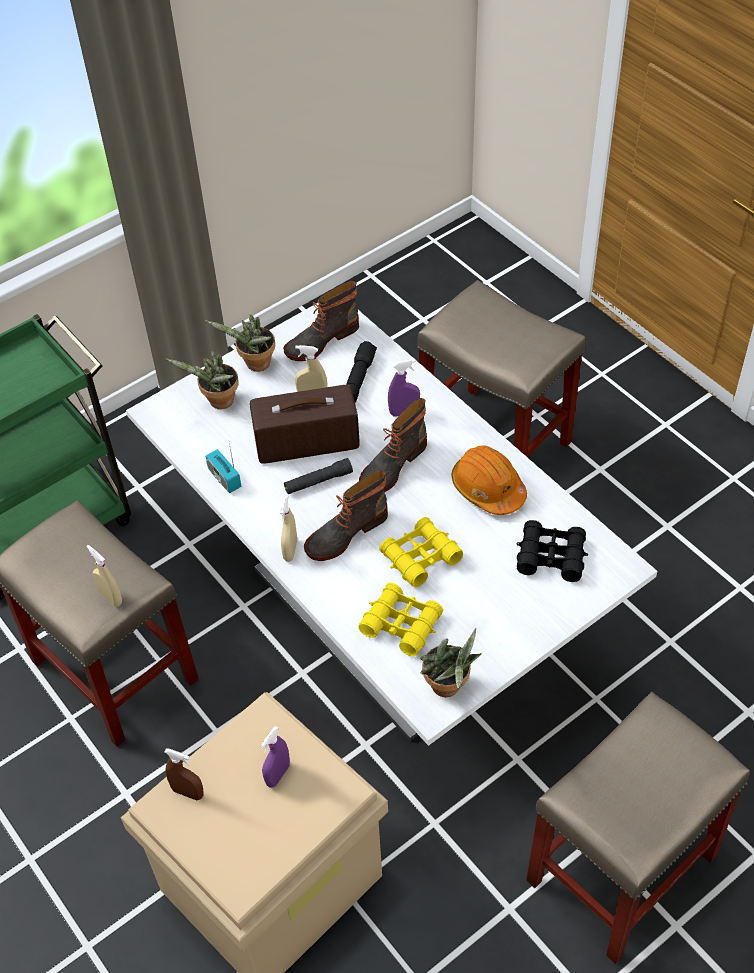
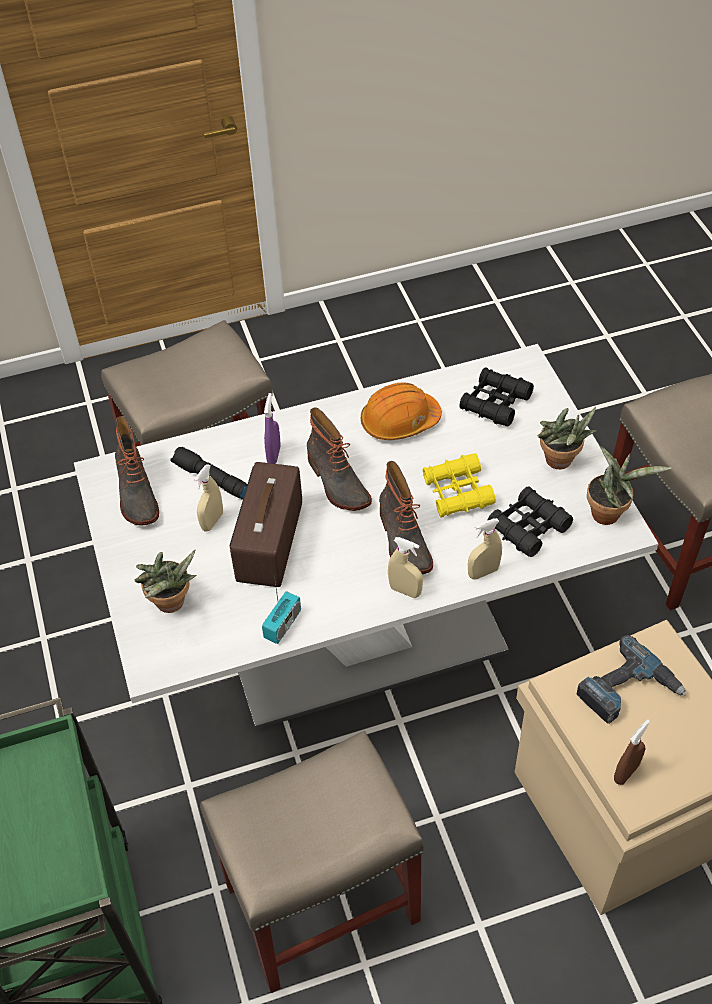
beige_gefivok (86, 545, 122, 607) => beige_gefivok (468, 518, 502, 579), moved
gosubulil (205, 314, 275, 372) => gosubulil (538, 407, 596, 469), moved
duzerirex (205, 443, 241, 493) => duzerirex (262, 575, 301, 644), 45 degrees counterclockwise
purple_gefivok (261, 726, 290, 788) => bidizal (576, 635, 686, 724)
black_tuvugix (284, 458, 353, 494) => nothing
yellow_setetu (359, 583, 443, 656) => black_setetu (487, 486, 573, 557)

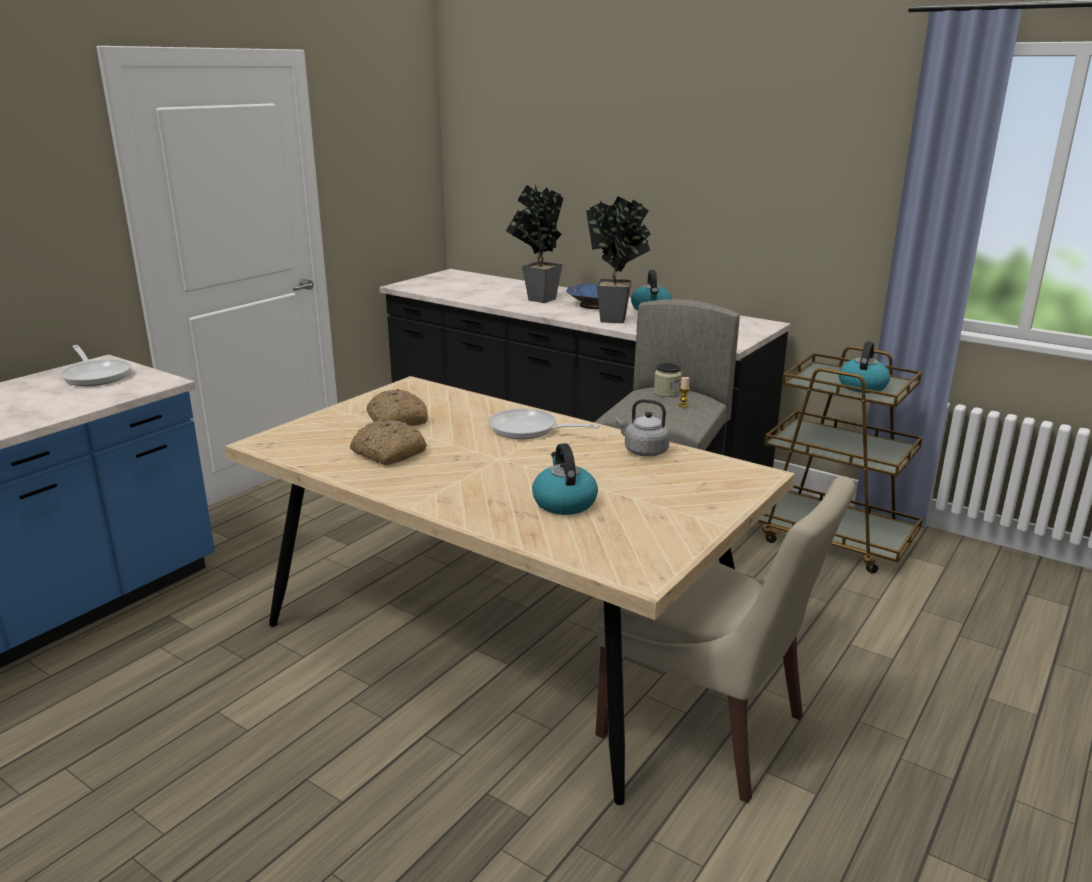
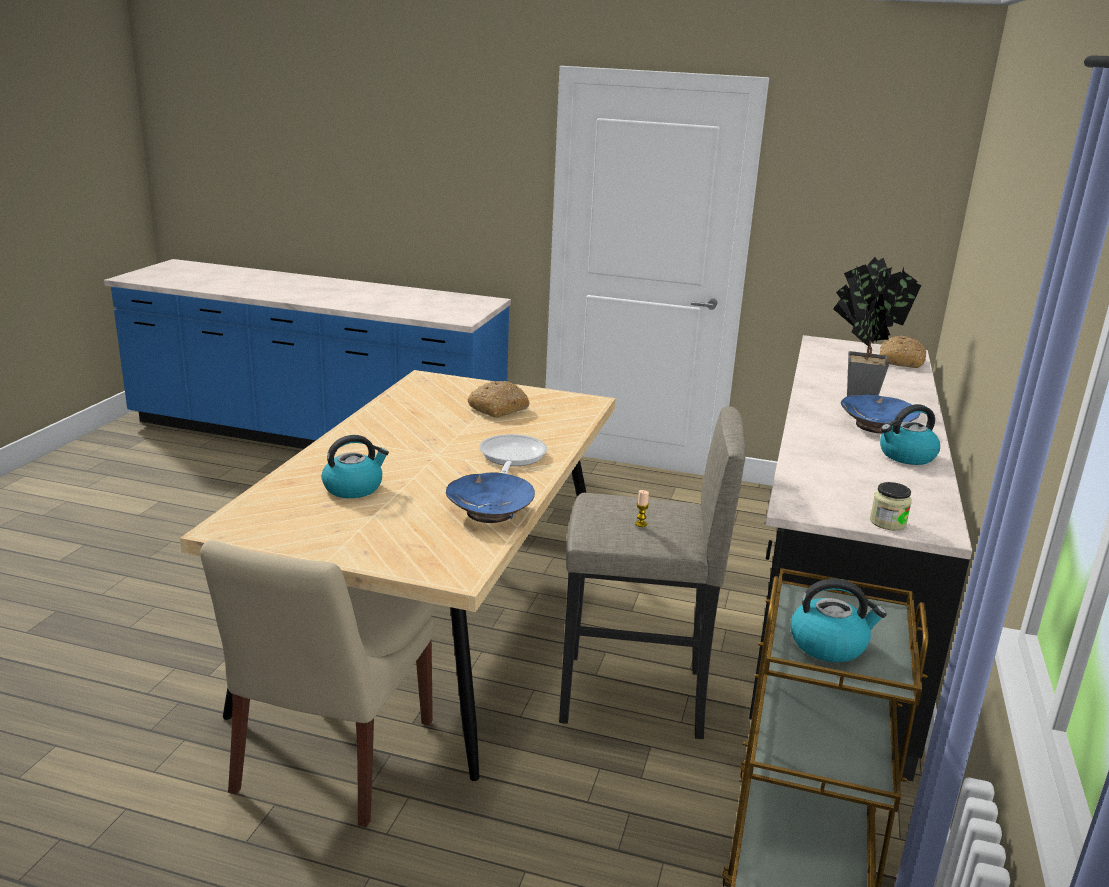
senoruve (59, 345, 131, 386) => nothing
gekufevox (350, 419, 427, 465) => gekufevox (880, 336, 926, 368), moved
gosubulil (586, 196, 651, 323) => nothing
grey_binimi (615, 399, 670, 457) => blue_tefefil (446, 473, 535, 523)
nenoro (654, 363, 681, 397) => nenoro (870, 482, 912, 530), moved

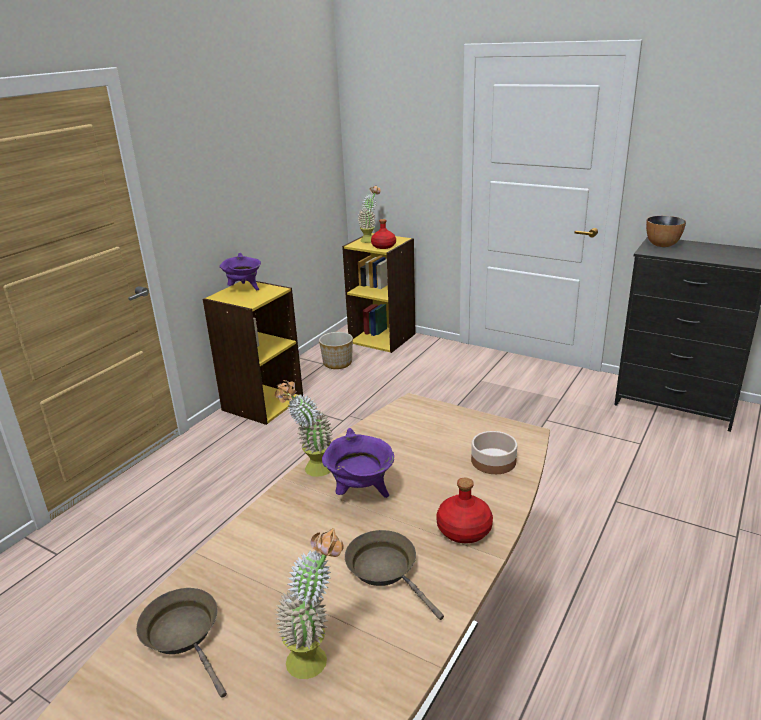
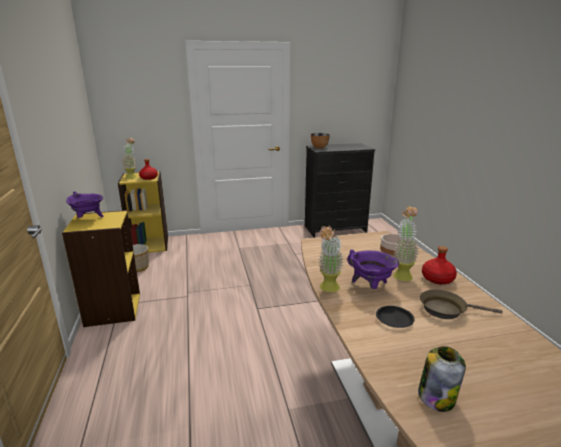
brown_senoruve (136, 588, 227, 697) => nenoro (418, 346, 466, 412)
gosubulil (275, 528, 344, 679) => gosubulil (393, 206, 419, 281), moved
nothing => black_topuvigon (376, 306, 415, 328)

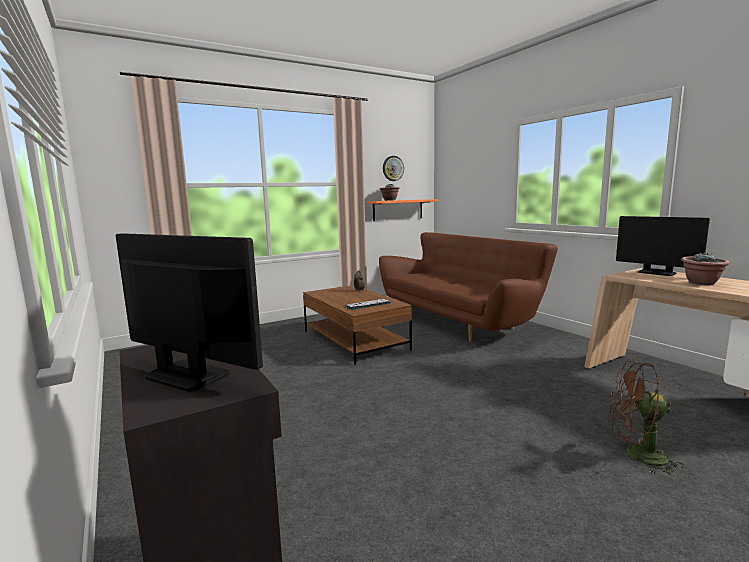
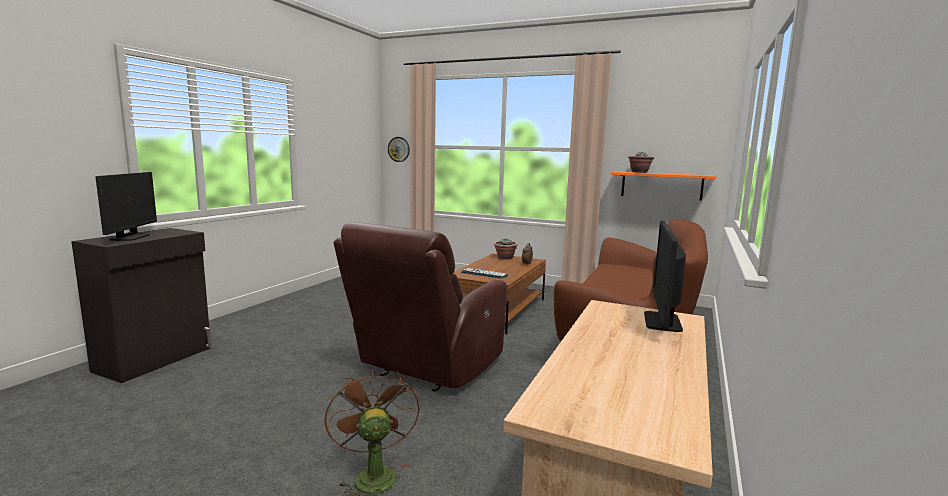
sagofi (383, 156, 404, 181) => sagofi (388, 137, 410, 162), moved
gosubulil (681, 253, 730, 285) => gosubulil (494, 238, 518, 259), moved
nothing => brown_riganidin (333, 222, 507, 391)

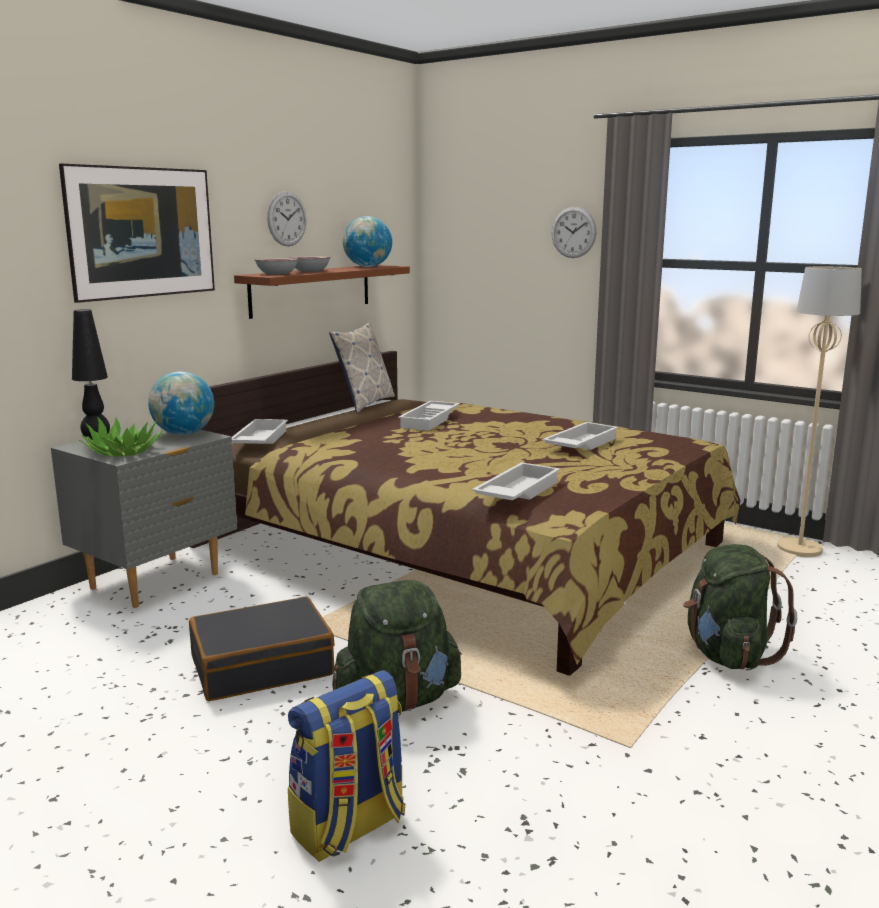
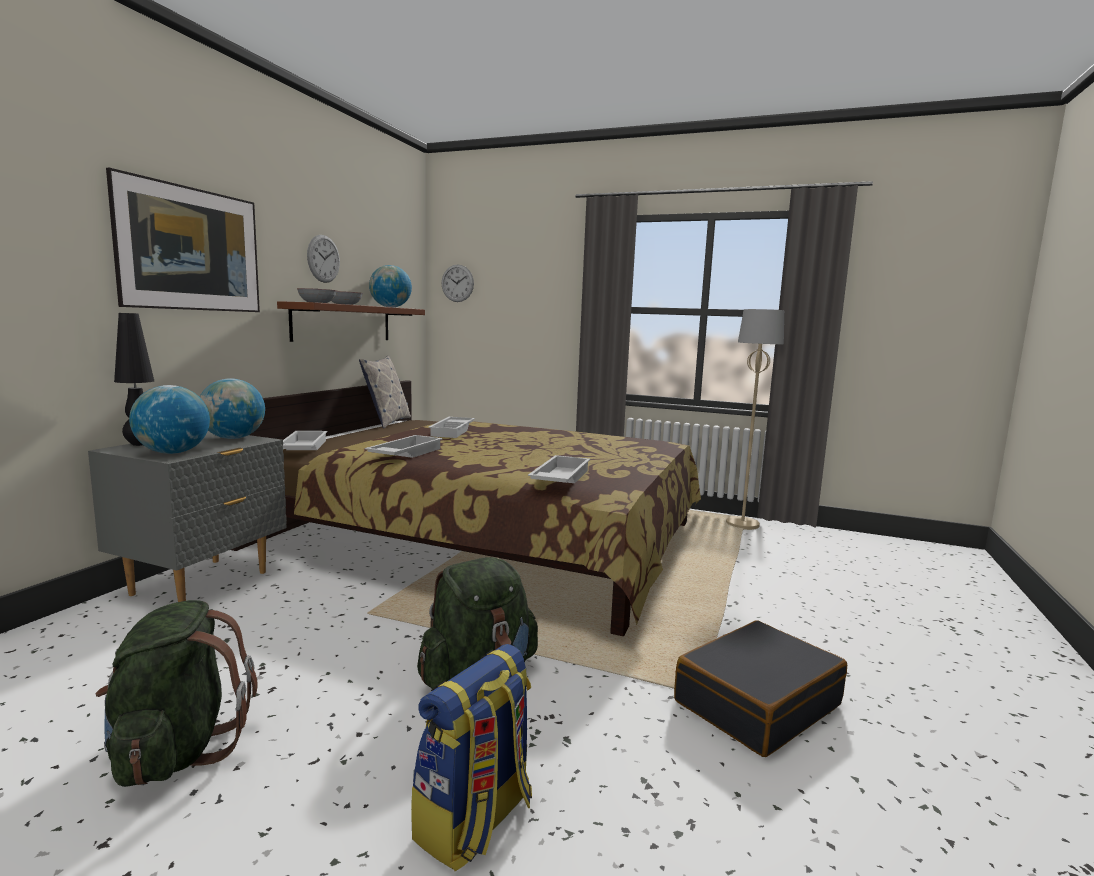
gosubulil (79, 417, 163, 457) => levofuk (129, 385, 210, 454)
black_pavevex (189, 596, 334, 701) => black_pavevex (674, 620, 847, 757), moved
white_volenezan (542, 422, 619, 450) => white_volenezan (365, 435, 443, 458), moved
sagofi (551, 206, 597, 258) => sagofi (442, 264, 474, 302), moved
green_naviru (683, 544, 797, 670) => green_naviru (96, 600, 257, 787), moved

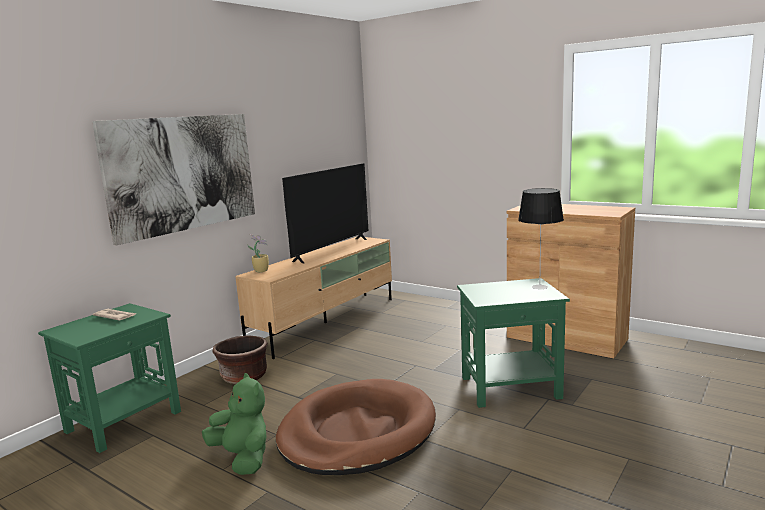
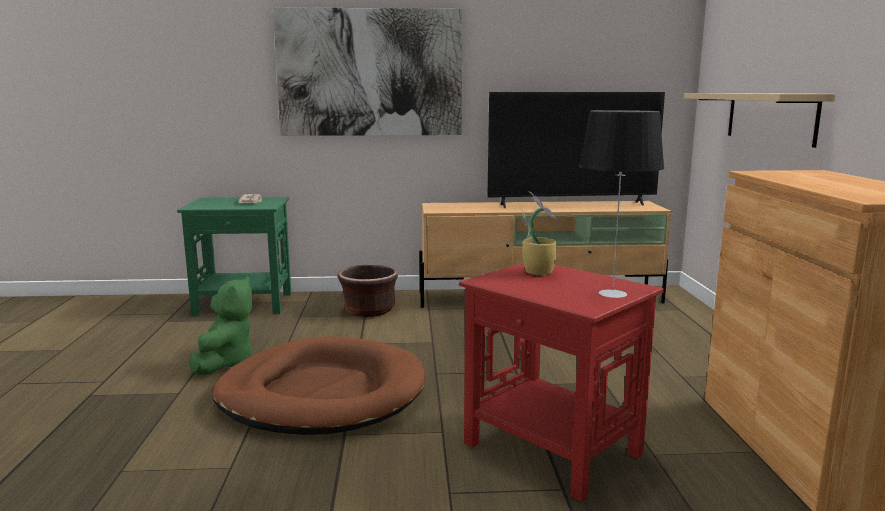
gosubulil (247, 234, 269, 272) => gosubulil (522, 192, 560, 275), moved
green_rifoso (457, 278, 570, 408) => red_rifoso (459, 263, 664, 502)
nothing => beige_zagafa (684, 93, 836, 148)

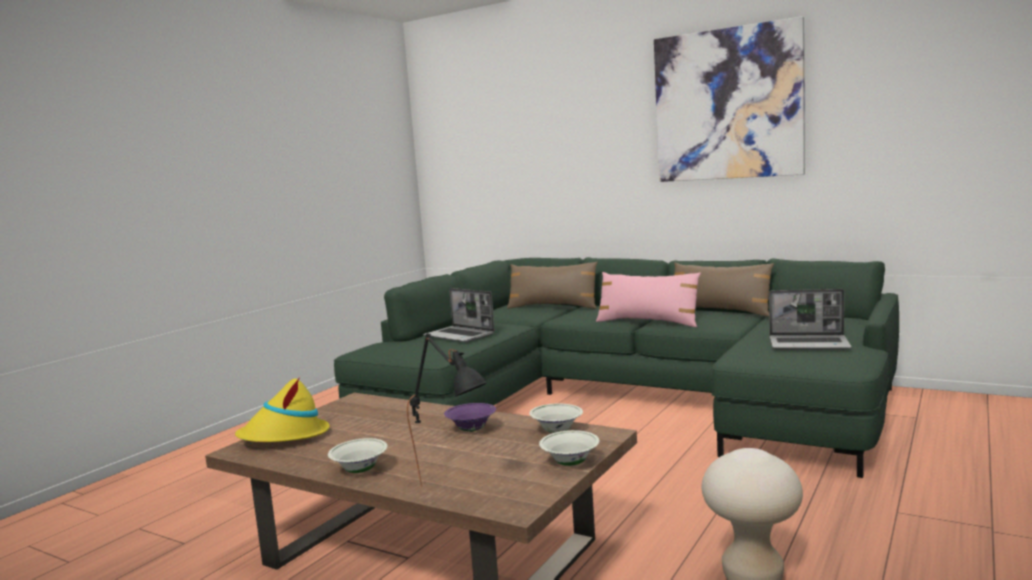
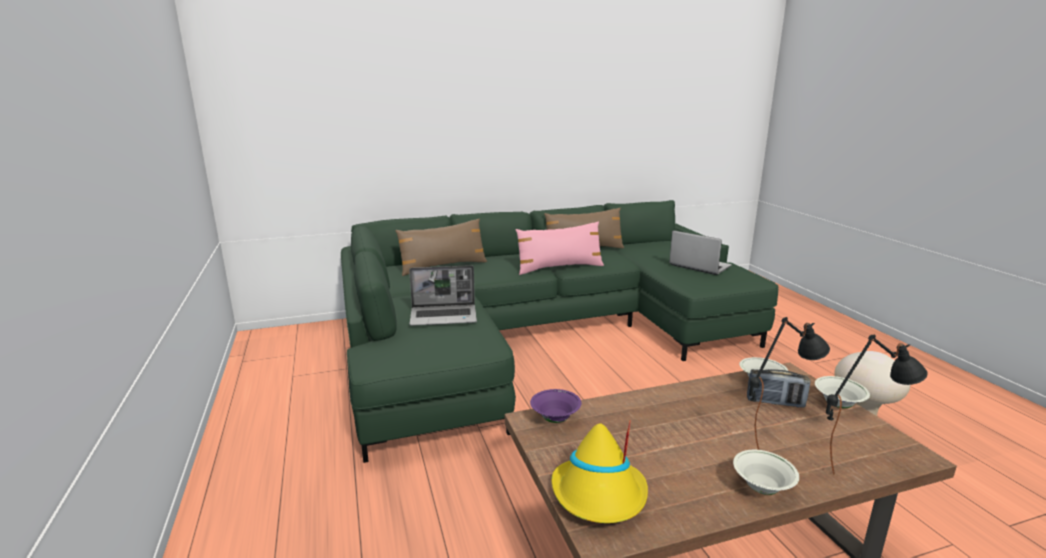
purple_tefefil (444, 403, 496, 432) => purple_tefefil (530, 389, 581, 423), moved
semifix (654, 16, 805, 182) => nothing
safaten (769, 289, 852, 349) => safaten (669, 230, 732, 275), 105 degrees counterclockwise
nothing => duzerirex (747, 369, 811, 408)
nothing => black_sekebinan (749, 317, 830, 449)

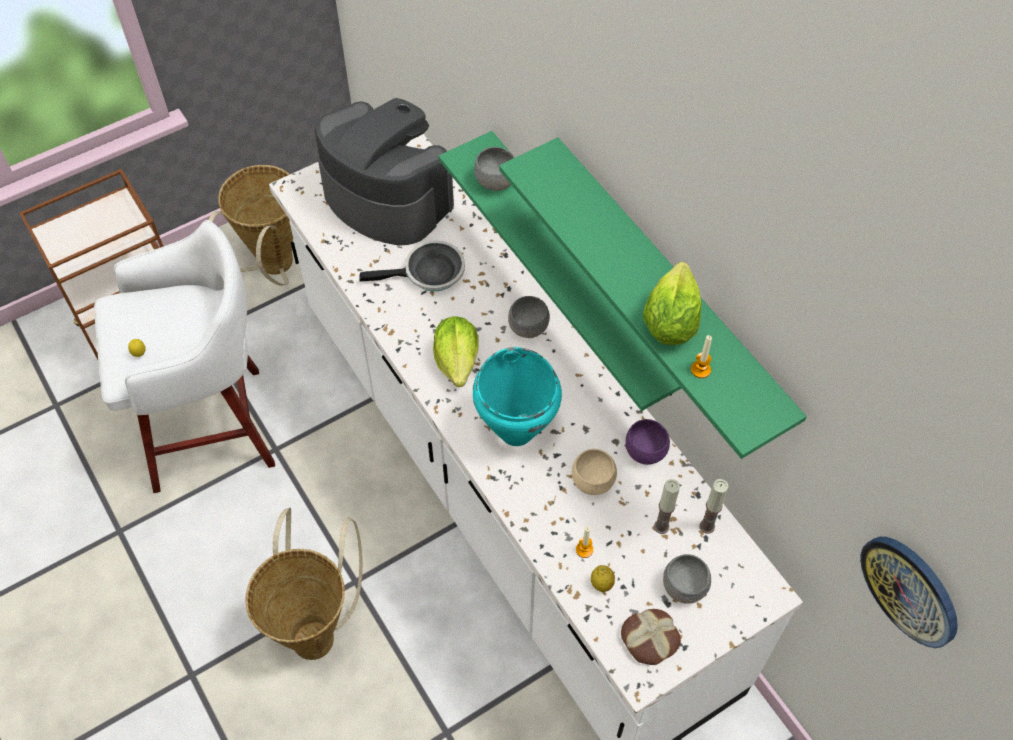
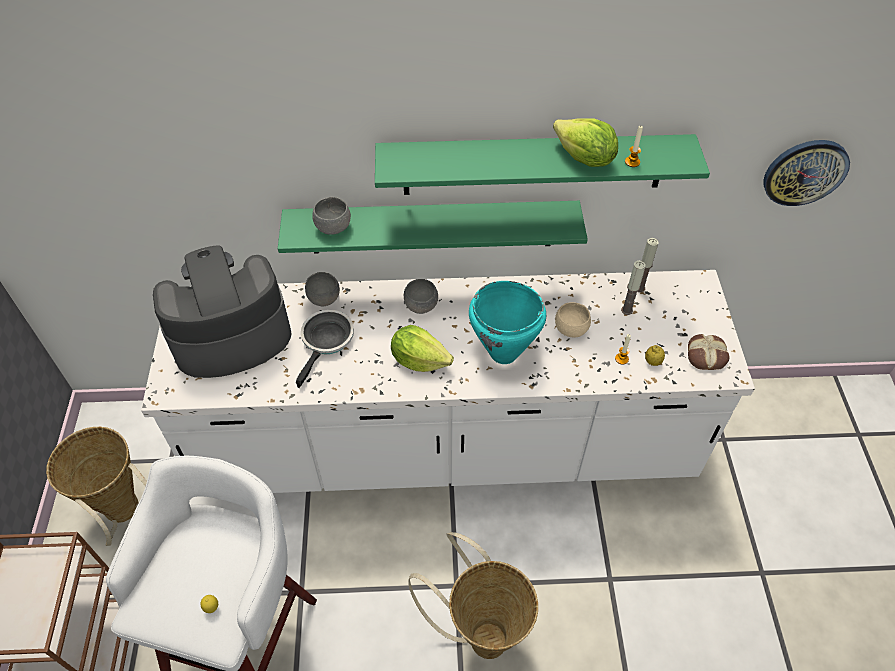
purple_tefefil (626, 419, 670, 465) => nothing
grey_tefefil (663, 554, 711, 604) => grey_tefefil (305, 272, 340, 306), moved

